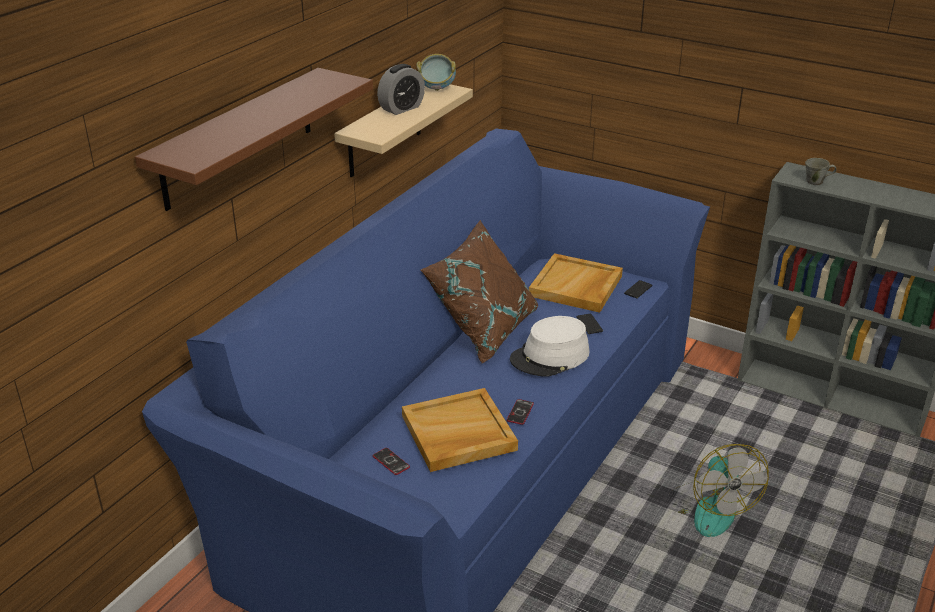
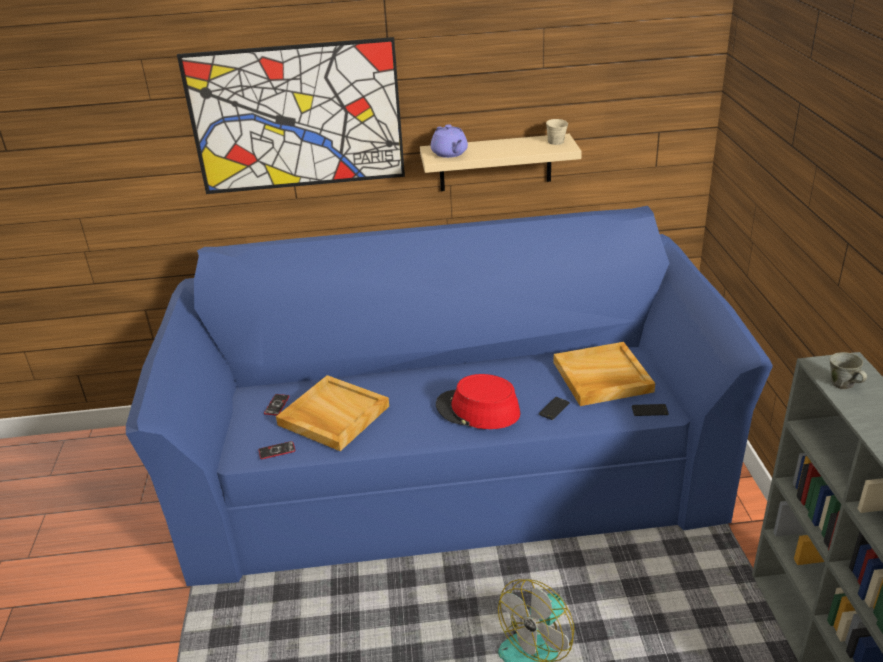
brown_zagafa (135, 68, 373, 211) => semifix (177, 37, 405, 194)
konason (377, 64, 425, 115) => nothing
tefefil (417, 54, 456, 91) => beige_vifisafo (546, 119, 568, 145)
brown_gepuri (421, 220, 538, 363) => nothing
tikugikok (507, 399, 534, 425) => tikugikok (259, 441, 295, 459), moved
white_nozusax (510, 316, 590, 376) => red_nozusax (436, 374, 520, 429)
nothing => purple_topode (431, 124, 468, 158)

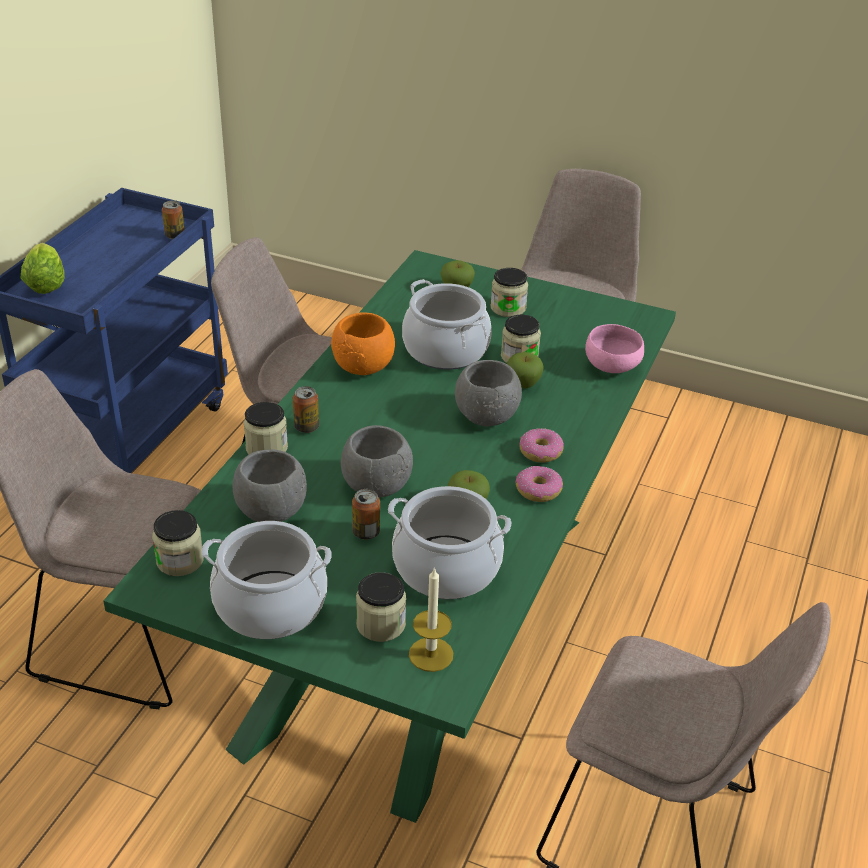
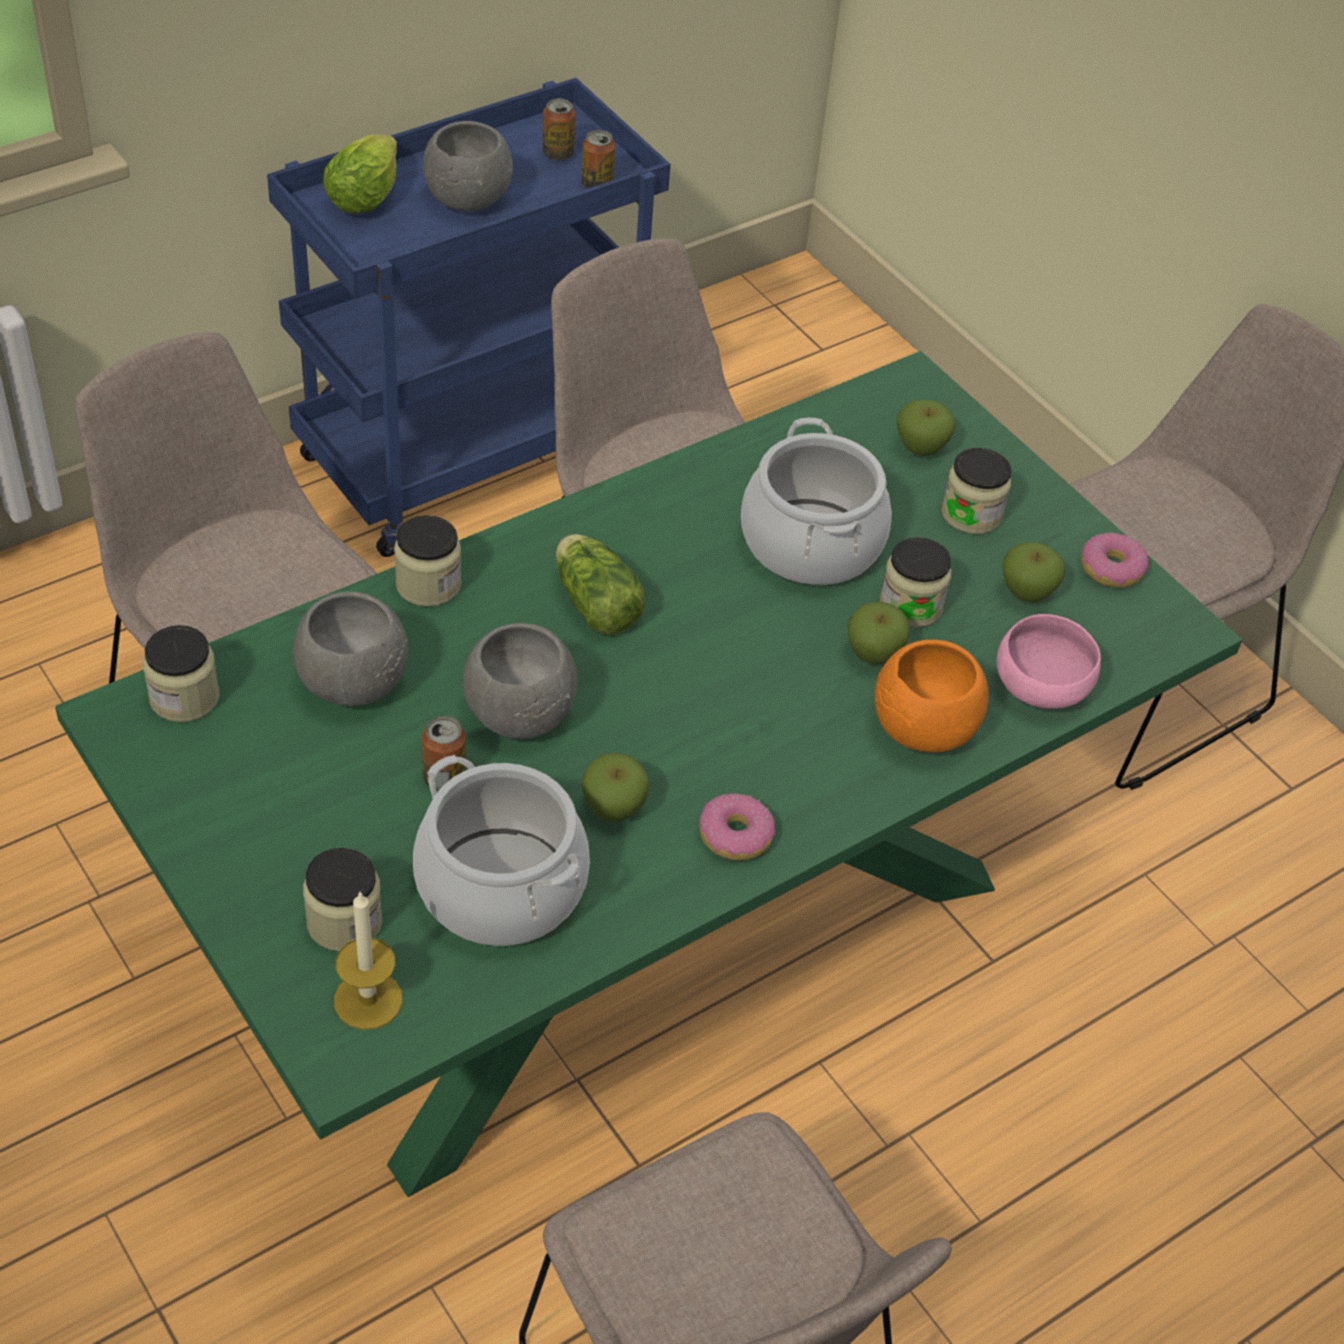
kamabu (201, 521, 332, 639) => nothing
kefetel (293, 386, 319, 433) => kefetel (543, 98, 576, 160), moved
orange_tefefil (331, 312, 395, 375) => orange_tefefil (875, 640, 989, 753), moved
grey_tefefil (455, 360, 522, 426) => grey_tefefil (423, 121, 513, 211), moved
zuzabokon (520, 429, 564, 463) => zuzabokon (1081, 533, 1149, 588), moved
nothing => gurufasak (556, 534, 645, 635)
nothing => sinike (1002, 542, 1065, 602)

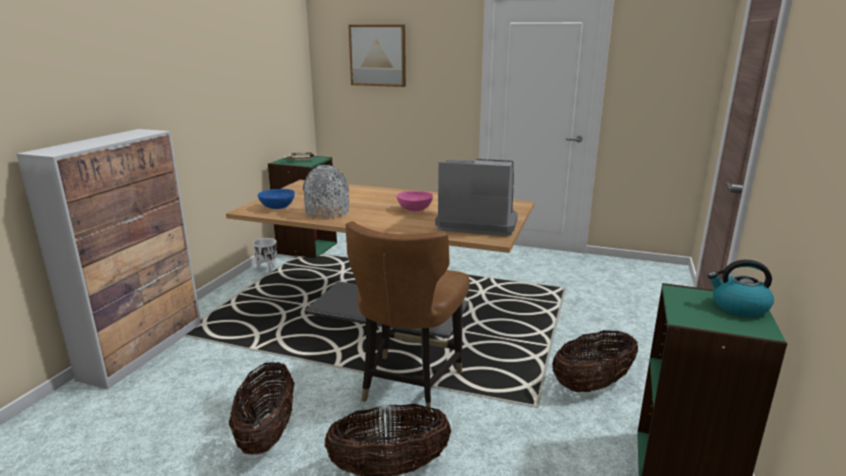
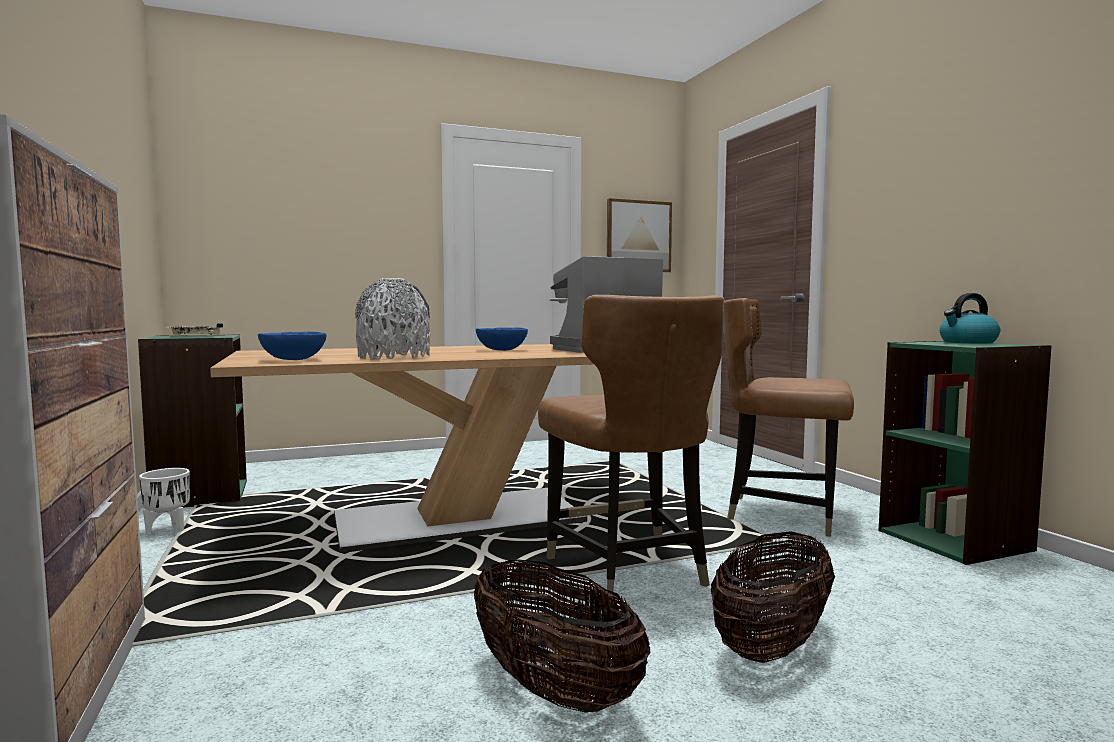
semifix (348, 24, 406, 87) => semifix (607, 198, 672, 272), moved
pink_tefefil (397, 191, 433, 211) => blue_tefefil (476, 327, 528, 351)
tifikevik (552, 330, 638, 392) => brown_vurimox (723, 298, 854, 537)

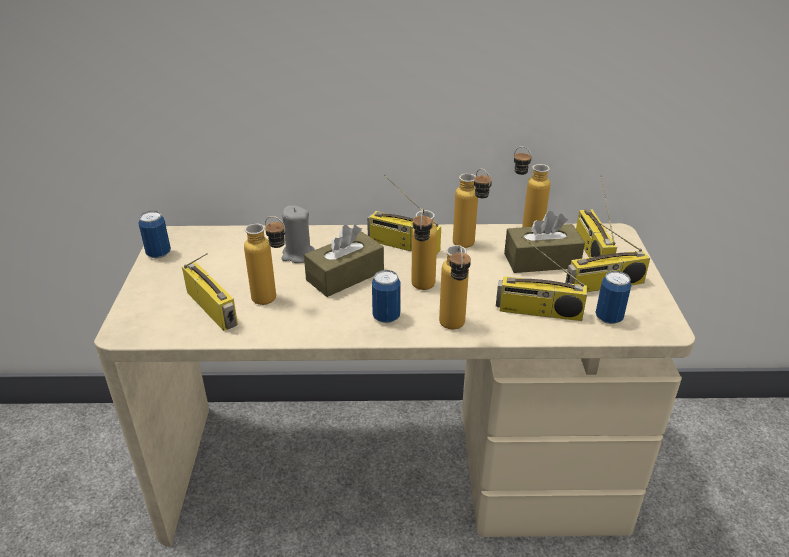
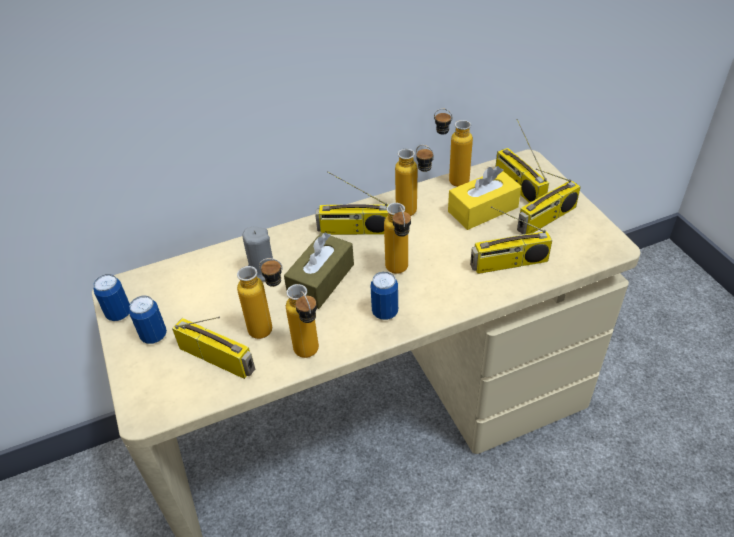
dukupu (439, 245, 471, 329) => dukupu (286, 284, 319, 358), moved
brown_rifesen (504, 211, 585, 273) => yellow_rifesen (448, 166, 521, 230)
kefetel (595, 271, 632, 324) => kefetel (129, 296, 167, 344), moved

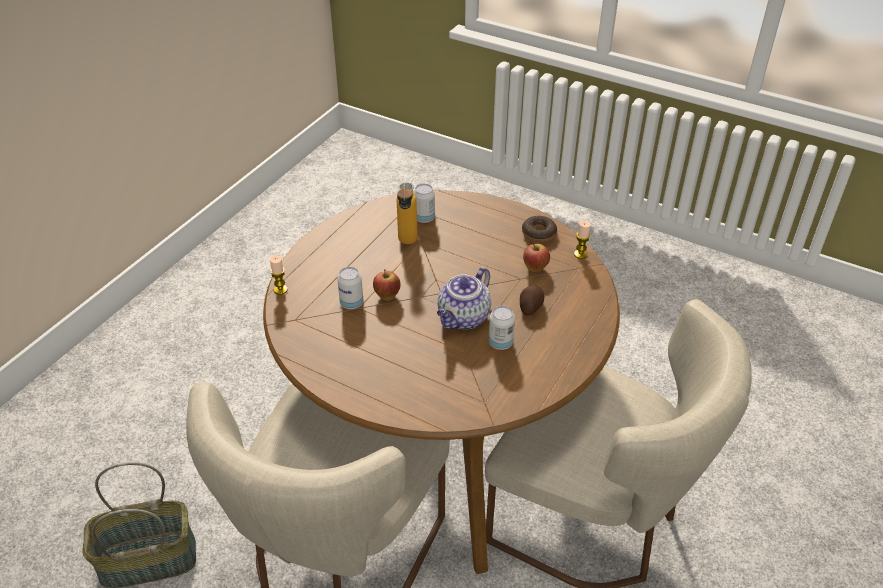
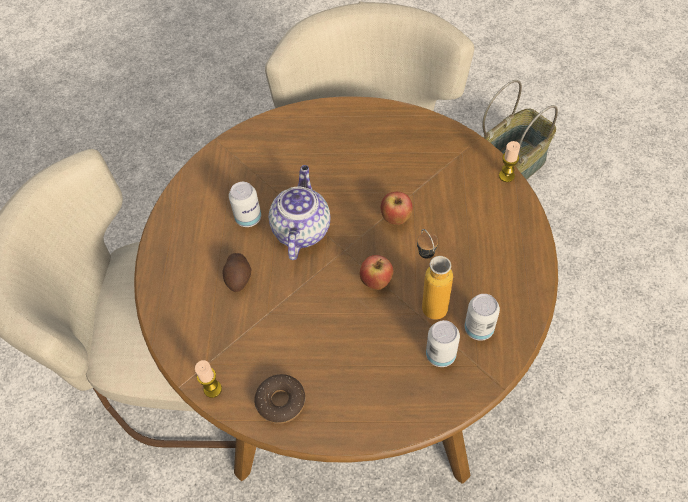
kefetel (337, 267, 363, 309) => kefetel (465, 294, 500, 341), moved
sinike (523, 244, 550, 272) => sinike (360, 255, 393, 290), moved

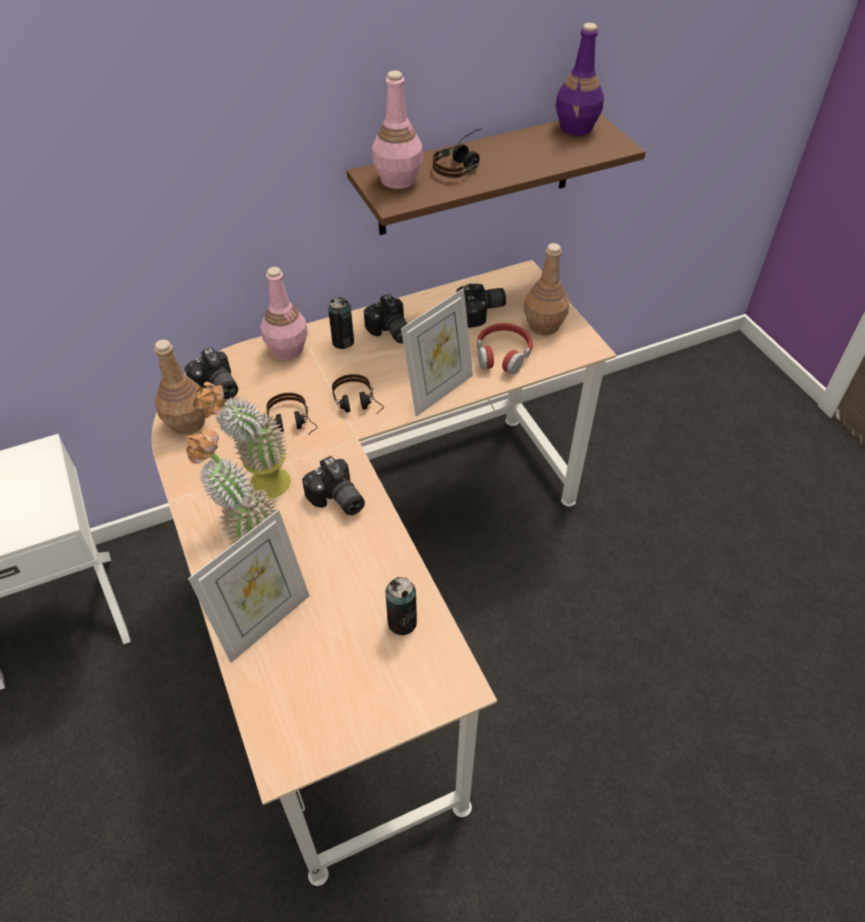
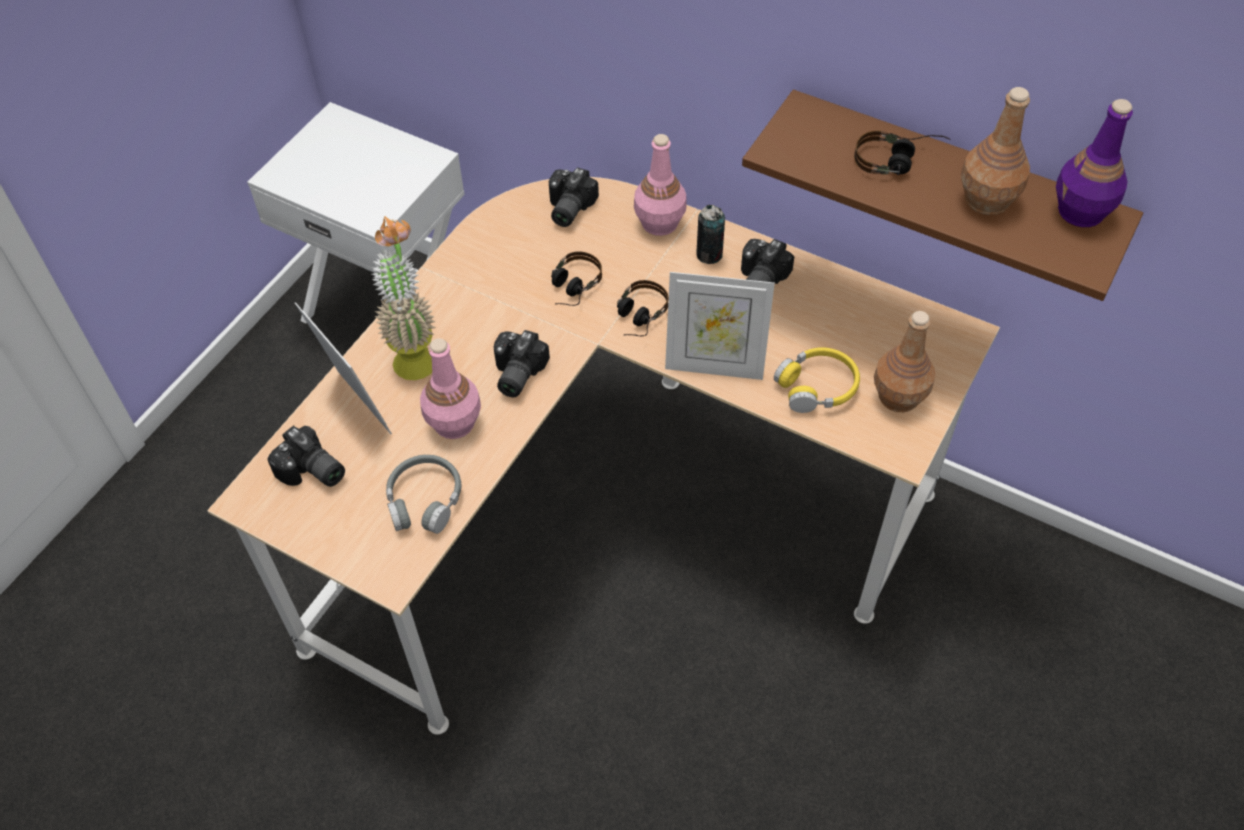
brown_dukupu (154, 340, 205, 435) => brown_dukupu (961, 87, 1030, 215), moved
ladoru (188, 510, 310, 663) => ladoru (295, 302, 392, 434), 135 degrees counterclockwise
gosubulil (194, 382, 291, 499) => nothing
pink_dukupu (372, 71, 423, 189) => pink_dukupu (420, 338, 481, 439), moved
kefetel (385, 577, 417, 635) => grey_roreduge (386, 455, 462, 534)
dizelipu (456, 284, 506, 328) => dizelipu (267, 425, 345, 487), moved
red_roreduge (477, 323, 533, 375) => yellow_roreduge (774, 347, 860, 413)

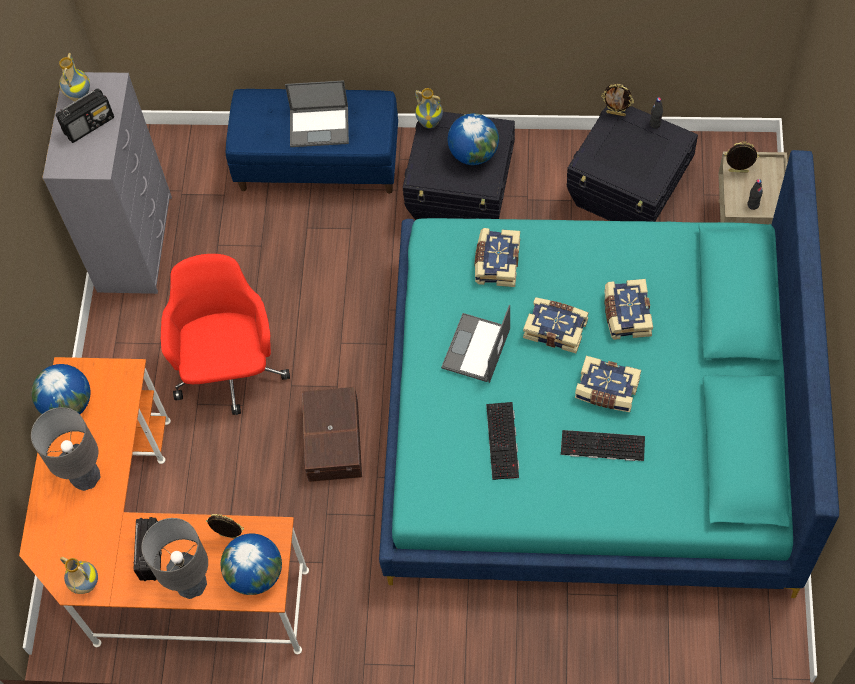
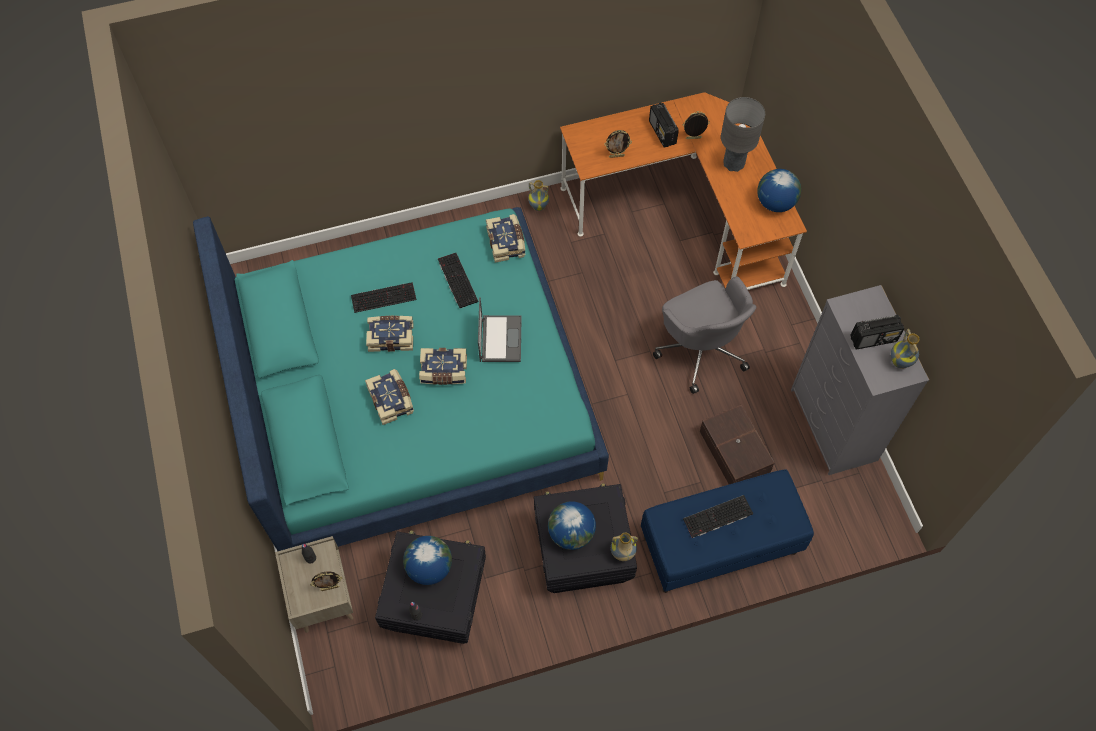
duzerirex (56, 88, 114, 143) => duzerirex (850, 315, 904, 350), 135 degrees counterclockwise
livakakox (60, 557, 98, 594) => livakakox (528, 180, 549, 211), moved
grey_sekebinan (142, 518, 208, 599) => nothing
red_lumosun (161, 254, 290, 415) => grey_lumosun (653, 276, 756, 394)
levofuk (221, 534, 282, 595) => levofuk (403, 536, 452, 585), moved
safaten (285, 80, 349, 147) => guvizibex (683, 495, 753, 538)
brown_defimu (302, 387, 362, 482) => brown_defimu (700, 405, 774, 484), moved
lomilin (474, 228, 520, 287) => lomilin (486, 214, 526, 263), moved
ladoru (601, 83, 634, 116) => ladoru (682, 111, 710, 139), moved

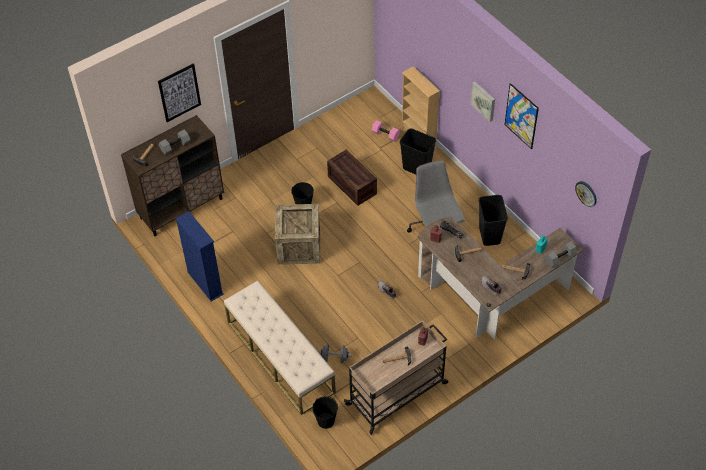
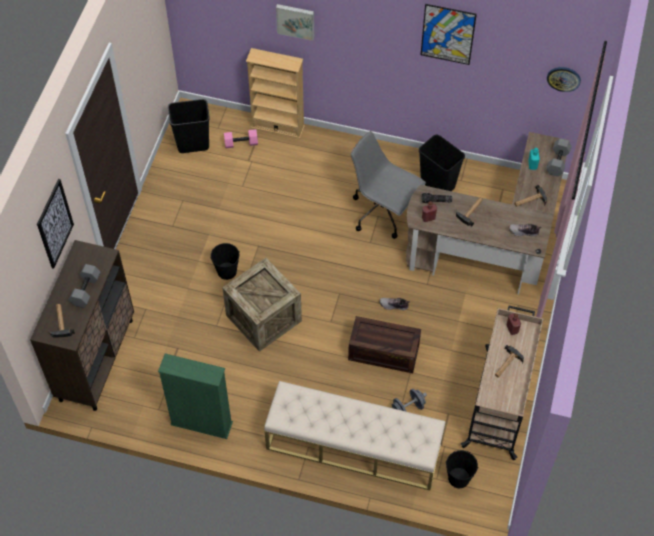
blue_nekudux (176, 211, 224, 302) => green_nekudux (158, 354, 233, 439)
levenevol (327, 149, 377, 206) => levenevol (348, 316, 421, 373), moved
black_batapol (400, 128, 436, 174) => black_batapol (168, 99, 210, 153), moved
semifix (470, 82, 495, 122) => semifix (276, 4, 314, 41), moved

